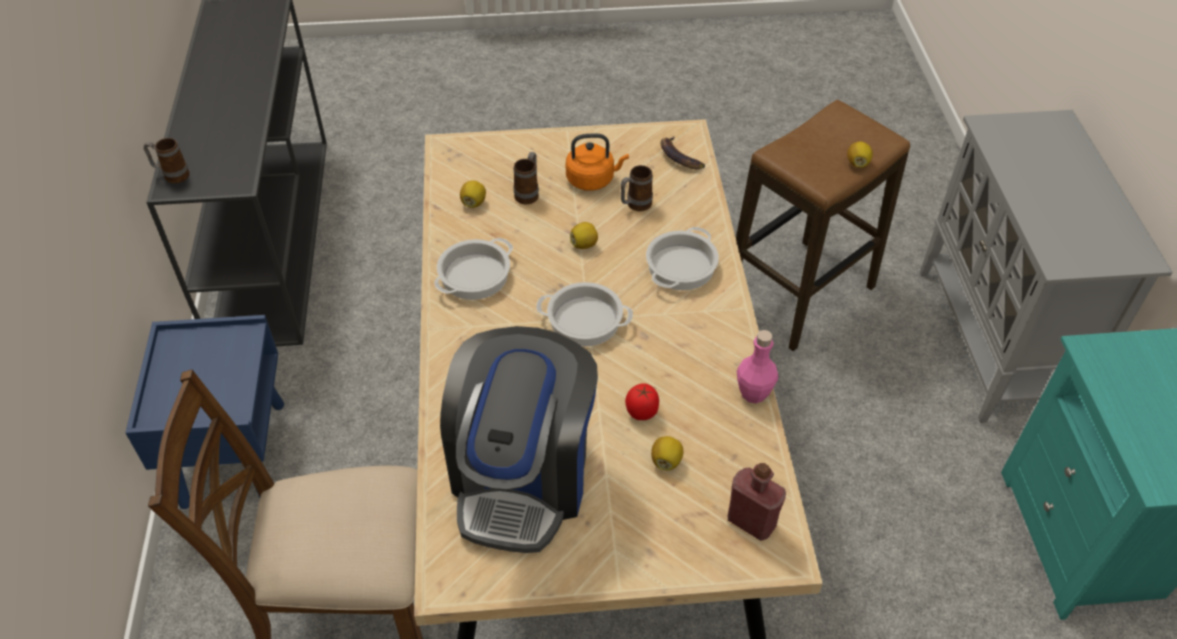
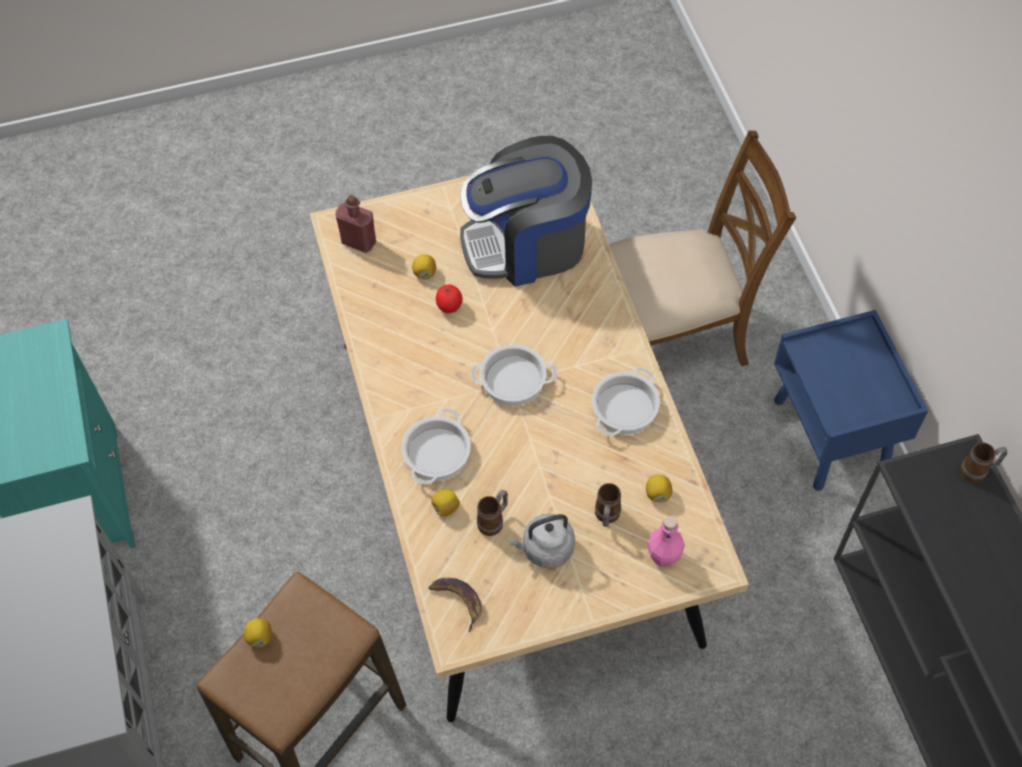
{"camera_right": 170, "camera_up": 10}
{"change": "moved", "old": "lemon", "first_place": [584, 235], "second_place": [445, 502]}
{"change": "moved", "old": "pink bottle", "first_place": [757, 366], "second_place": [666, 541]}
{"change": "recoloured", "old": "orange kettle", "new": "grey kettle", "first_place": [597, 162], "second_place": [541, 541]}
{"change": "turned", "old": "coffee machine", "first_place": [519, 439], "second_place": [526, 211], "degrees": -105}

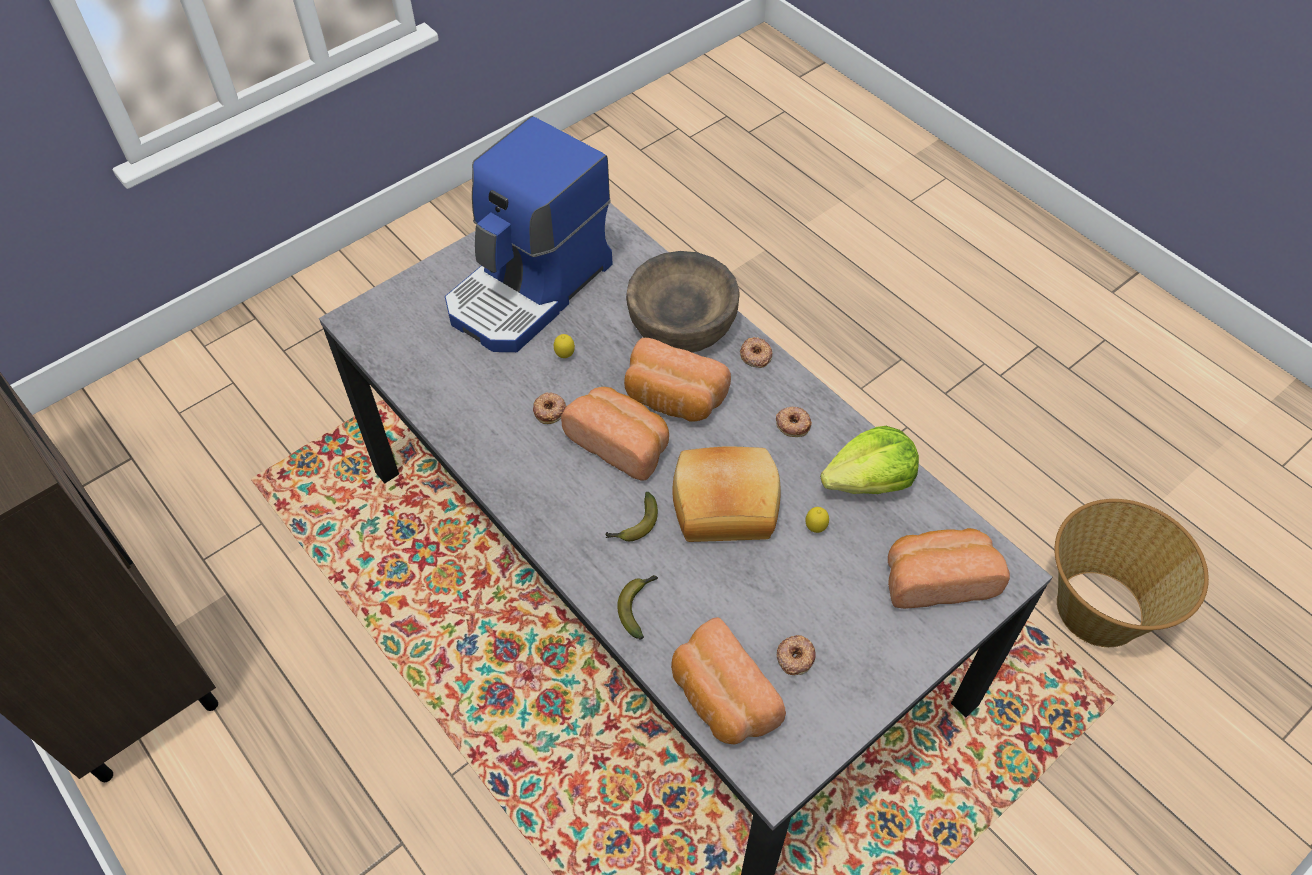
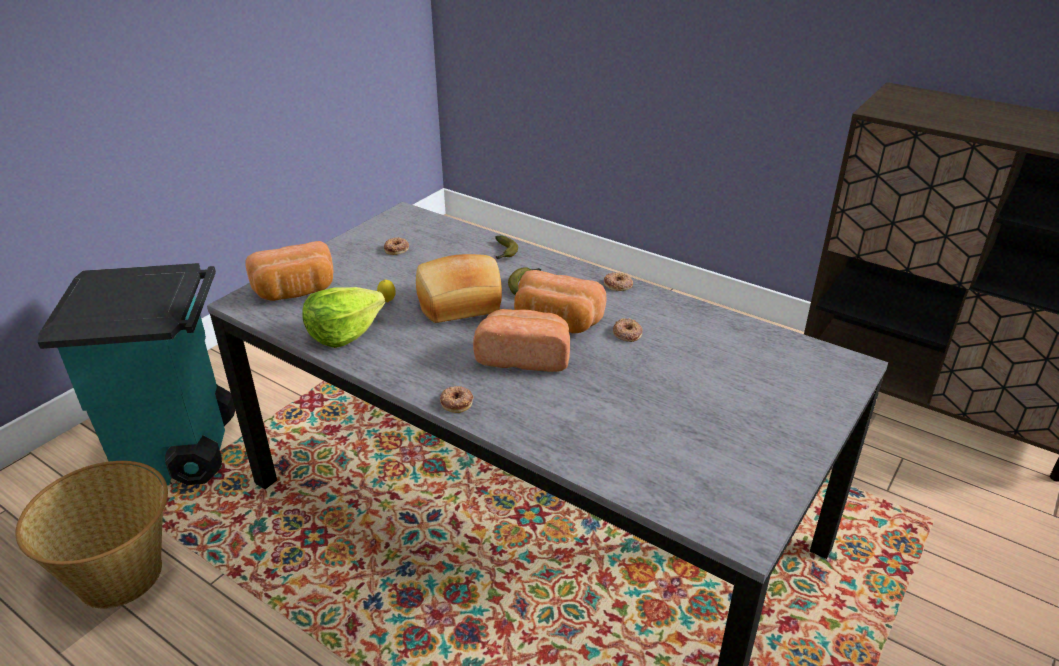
{"camera_right": 165, "camera_up": -20}
{"change": "removed", "old": "coffee machine", "first_place": [529, 234]}
{"change": "removed", "old": "lemon", "first_place": [564, 346]}
{"change": "removed", "old": "brown bowl", "first_place": [682, 301]}
{"change": "removed", "old": "bread", "first_place": [728, 681]}
{"change": "added", "new": "turquoise trash can", "second_place": [136, 374]}
{"change": "moved", "old": "donut", "first_place": [794, 422], "second_place": [618, 281]}

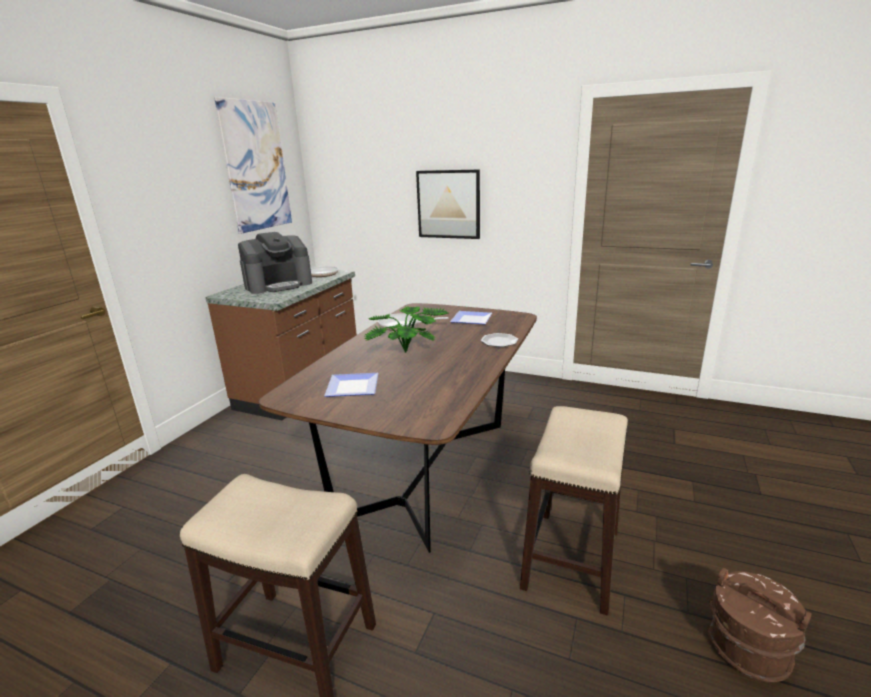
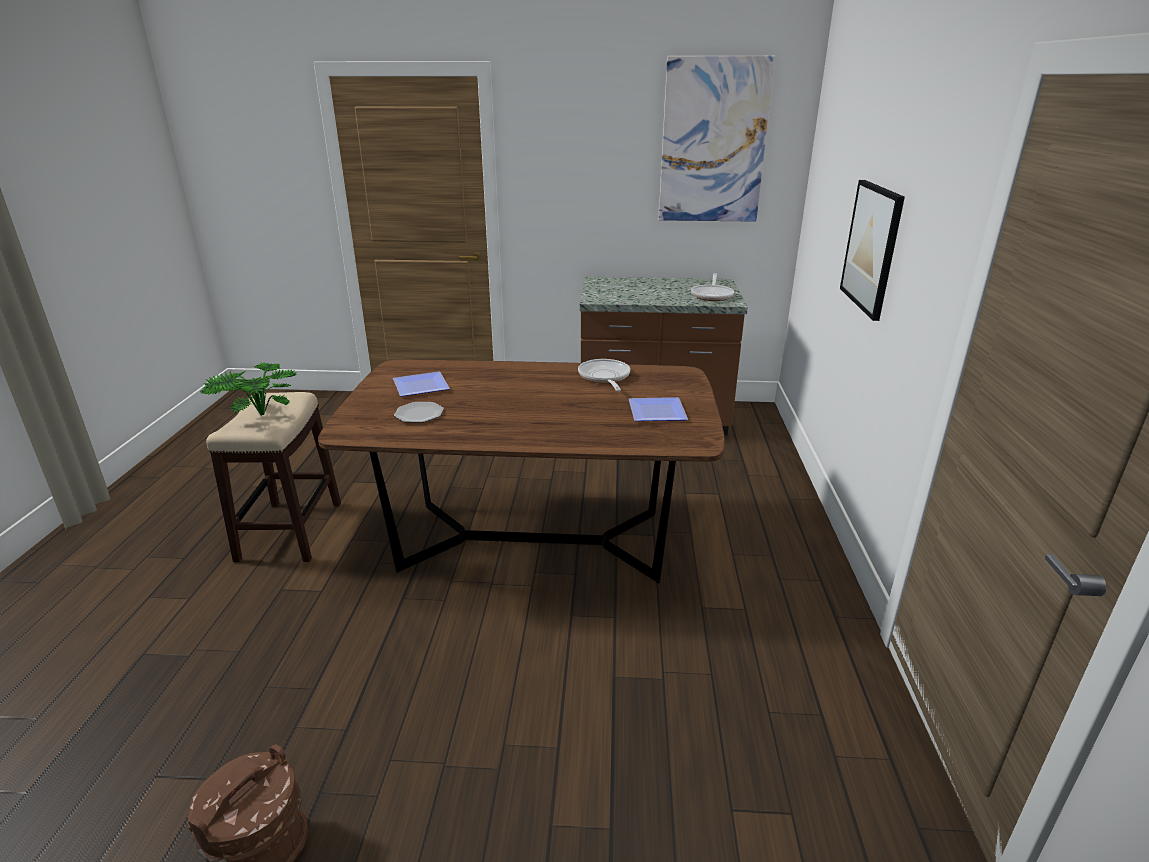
{"camera_right": 70, "camera_up": 5}
{"change": "removed", "old": "coffee machine", "first_place": [275, 263]}
{"change": "removed", "old": "stool", "first_place": [574, 510]}
{"change": "moved", "old": "potted plant", "first_place": [406, 329], "second_place": [249, 388]}
{"change": "moved", "old": "plate", "first_place": [499, 340], "second_place": [419, 412]}

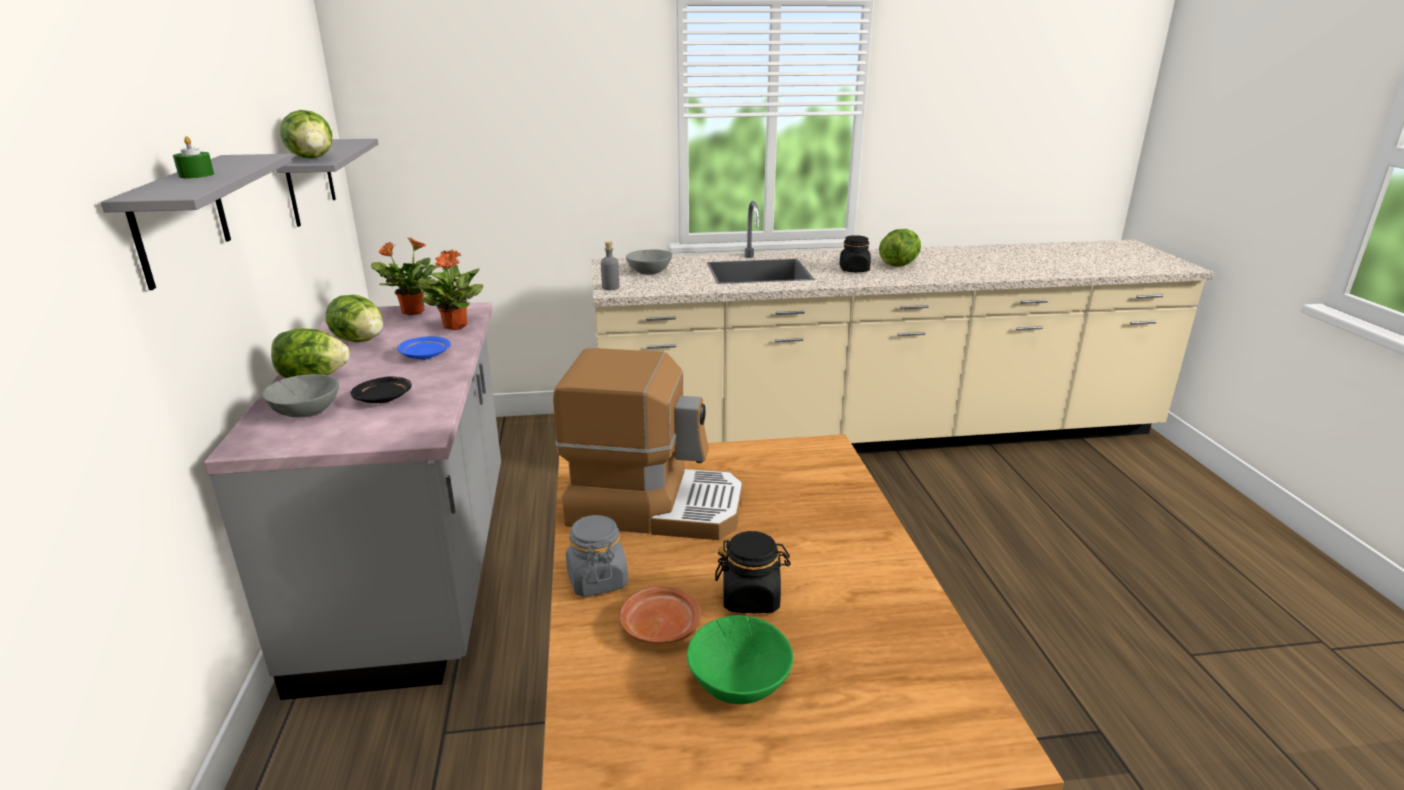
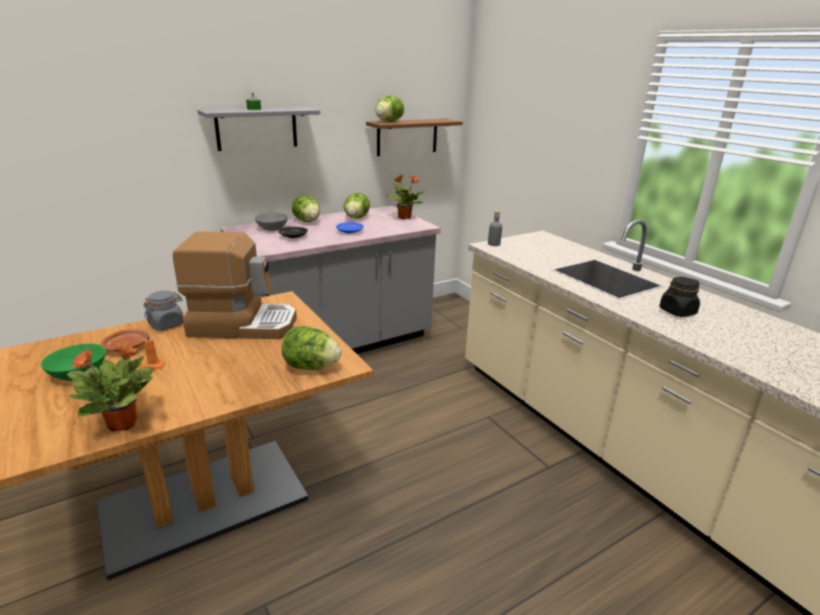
{"camera_right": 65, "camera_up": 0}
{"change": "removed", "old": "grey bowl", "first_place": [649, 262]}
{"change": "moved", "old": "potted plant", "first_place": [450, 289], "second_place": [110, 387]}
{"change": "moved", "old": "lettuce", "first_place": [900, 248], "second_place": [312, 348]}
{"change": "replaced", "old": "black jar", "new": "orange candle", "first_place": [753, 572], "second_place": [152, 351]}
{"change": "recoloured", "old": "grey shelf", "new": "brown shelf", "first_place": [327, 183], "second_place": [414, 137]}
{"change": "turned", "old": "coffee machine", "first_place": [648, 444], "second_place": [235, 285], "degrees": -75}

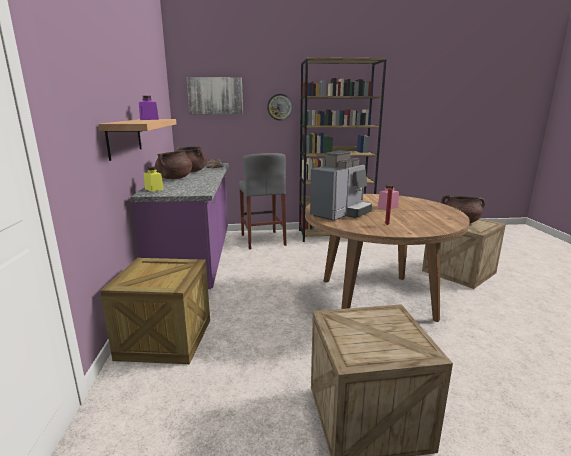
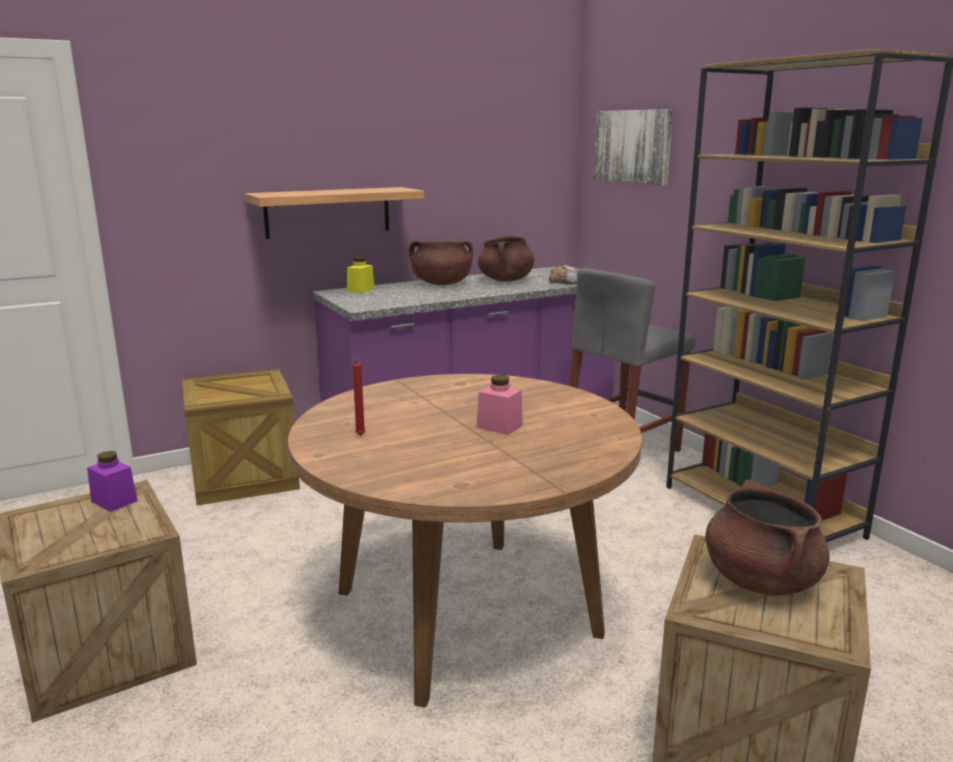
{"camera_right": 65, "camera_up": 0}
{"change": "removed", "old": "wall clock", "first_place": [280, 107]}
{"change": "removed", "old": "coffee machine", "first_place": [341, 186]}
{"change": "moved", "old": "purple jar", "first_place": [149, 108], "second_place": [112, 481]}

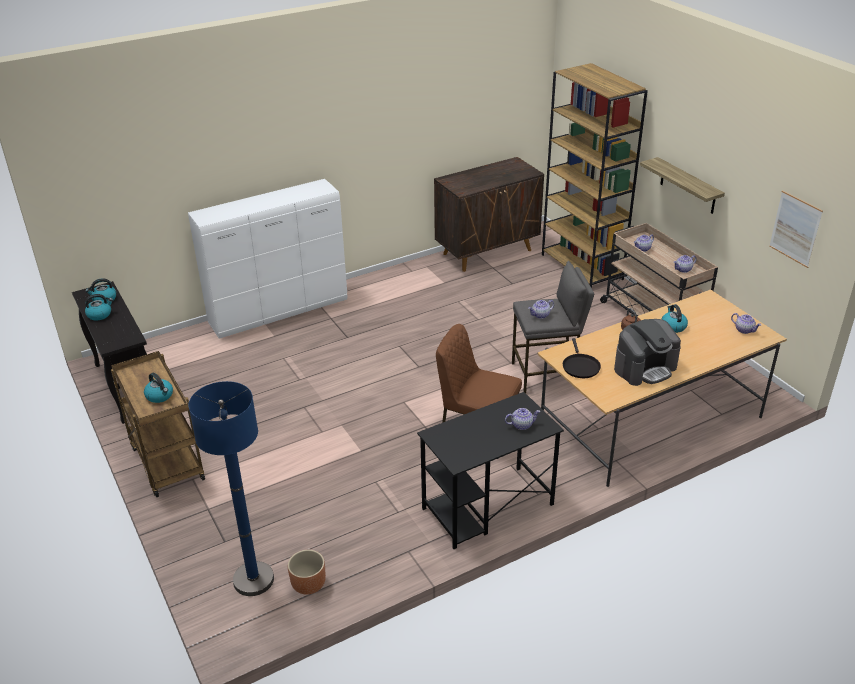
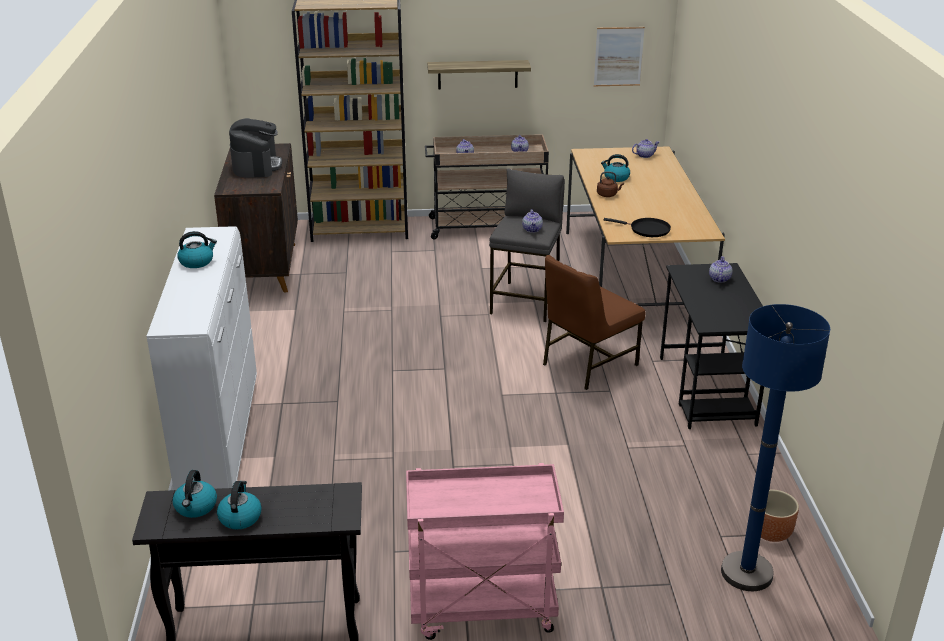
{"camera_right": -65, "camera_up": -5}
{"change": "moved", "old": "kettle", "first_place": [158, 388], "second_place": [197, 249]}
{"change": "moved", "old": "coffee machine", "first_place": [647, 352], "second_place": [255, 148]}
{"change": "recoloured", "old": "brown cart", "new": "pink cart", "first_place": [158, 424], "second_place": [485, 551]}

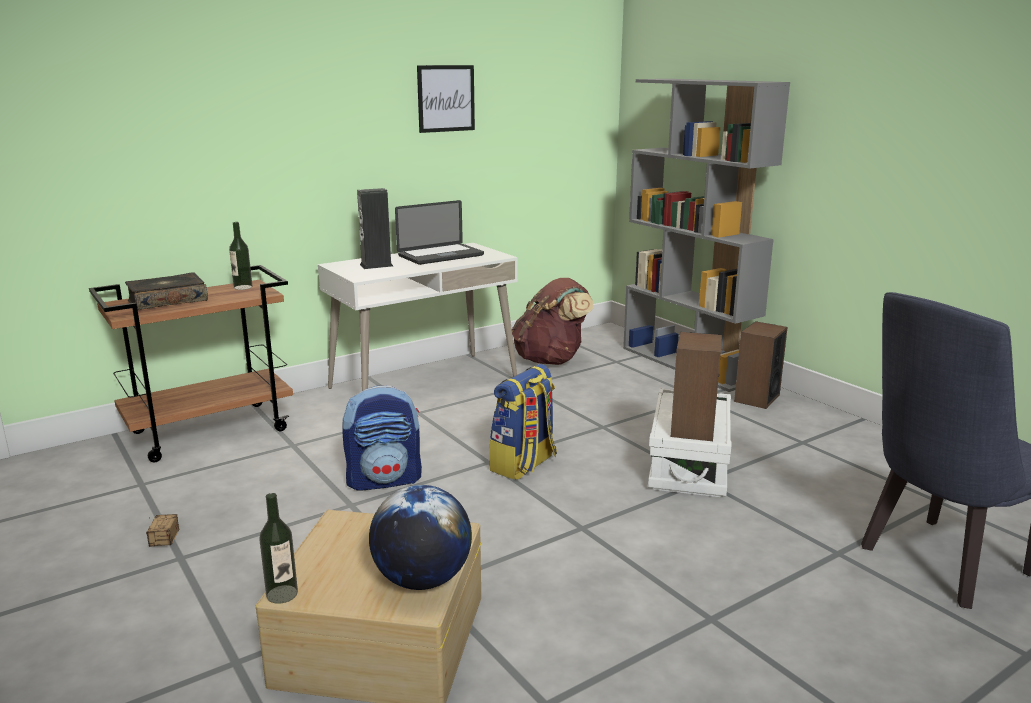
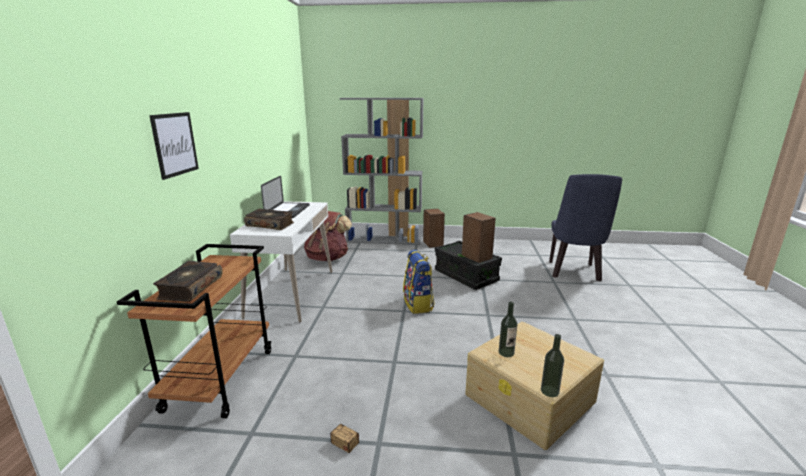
{"camera_right": -50, "camera_up": 0}
{"change": "removed", "old": "backpack", "first_place": [382, 438]}
{"change": "removed", "old": "globe", "first_place": [420, 537]}
{"change": "moved", "old": "bottle", "first_place": [240, 256], "second_place": [508, 329]}
{"change": "moved", "old": "picture", "first_place": [446, 99], "second_place": [174, 146]}
{"change": "replaced", "old": "speaker", "new": "book", "first_place": [375, 228], "second_place": [269, 219]}
{"change": "recoloured", "old": "white storage box", "new": "black storage box", "first_place": [689, 442], "second_place": [468, 265]}

